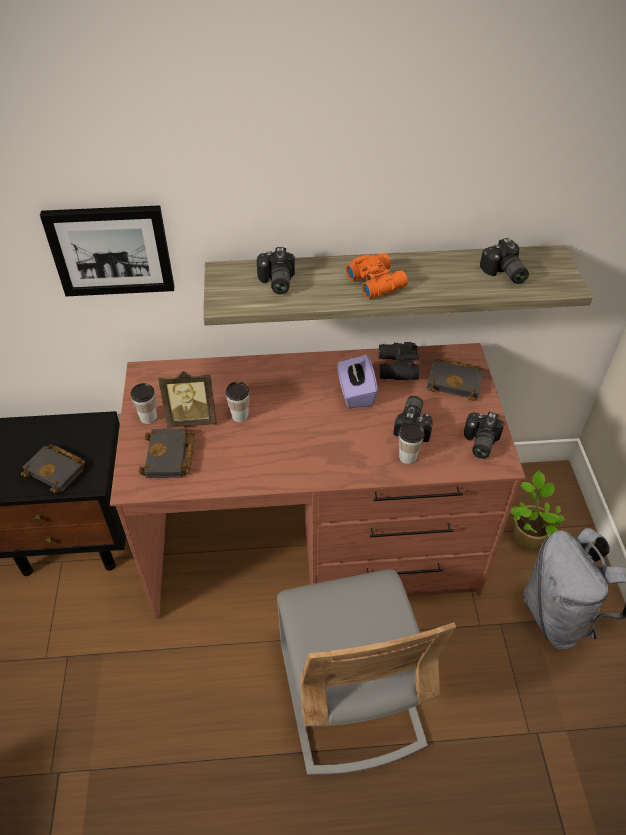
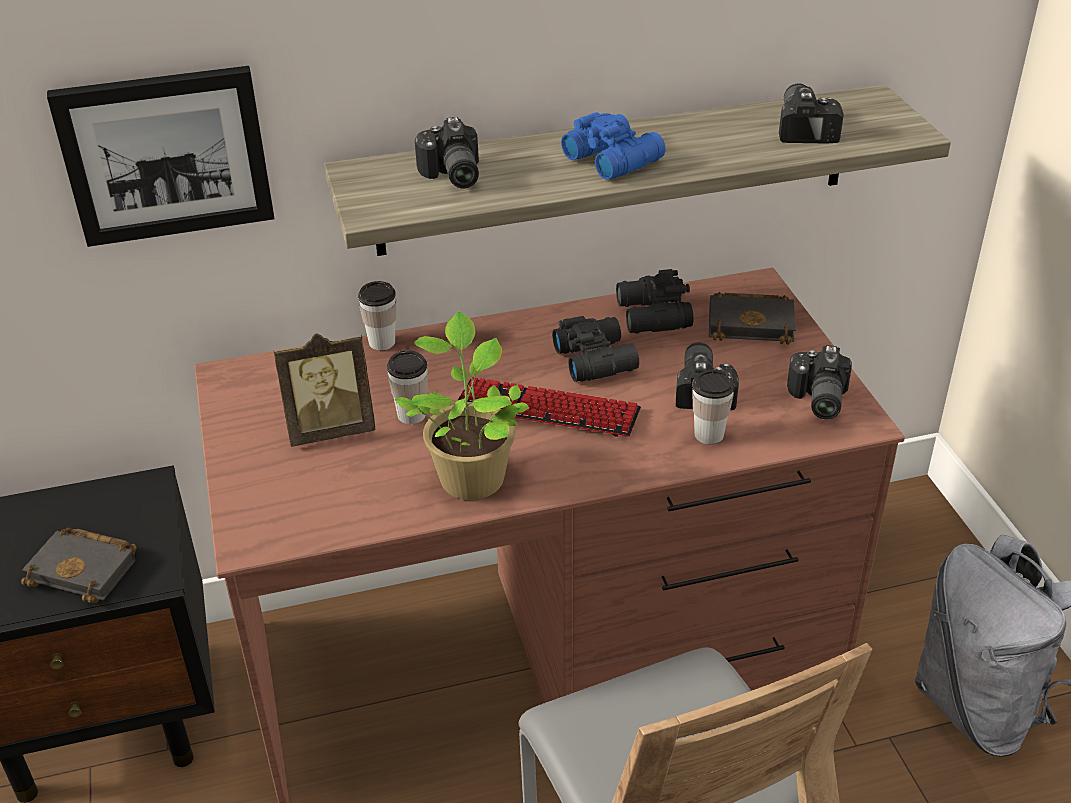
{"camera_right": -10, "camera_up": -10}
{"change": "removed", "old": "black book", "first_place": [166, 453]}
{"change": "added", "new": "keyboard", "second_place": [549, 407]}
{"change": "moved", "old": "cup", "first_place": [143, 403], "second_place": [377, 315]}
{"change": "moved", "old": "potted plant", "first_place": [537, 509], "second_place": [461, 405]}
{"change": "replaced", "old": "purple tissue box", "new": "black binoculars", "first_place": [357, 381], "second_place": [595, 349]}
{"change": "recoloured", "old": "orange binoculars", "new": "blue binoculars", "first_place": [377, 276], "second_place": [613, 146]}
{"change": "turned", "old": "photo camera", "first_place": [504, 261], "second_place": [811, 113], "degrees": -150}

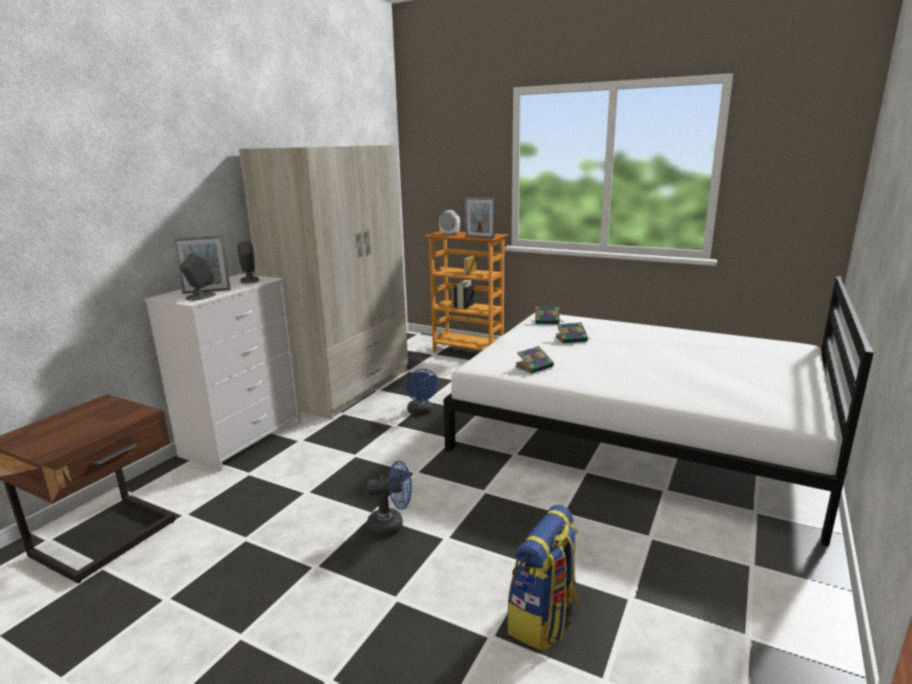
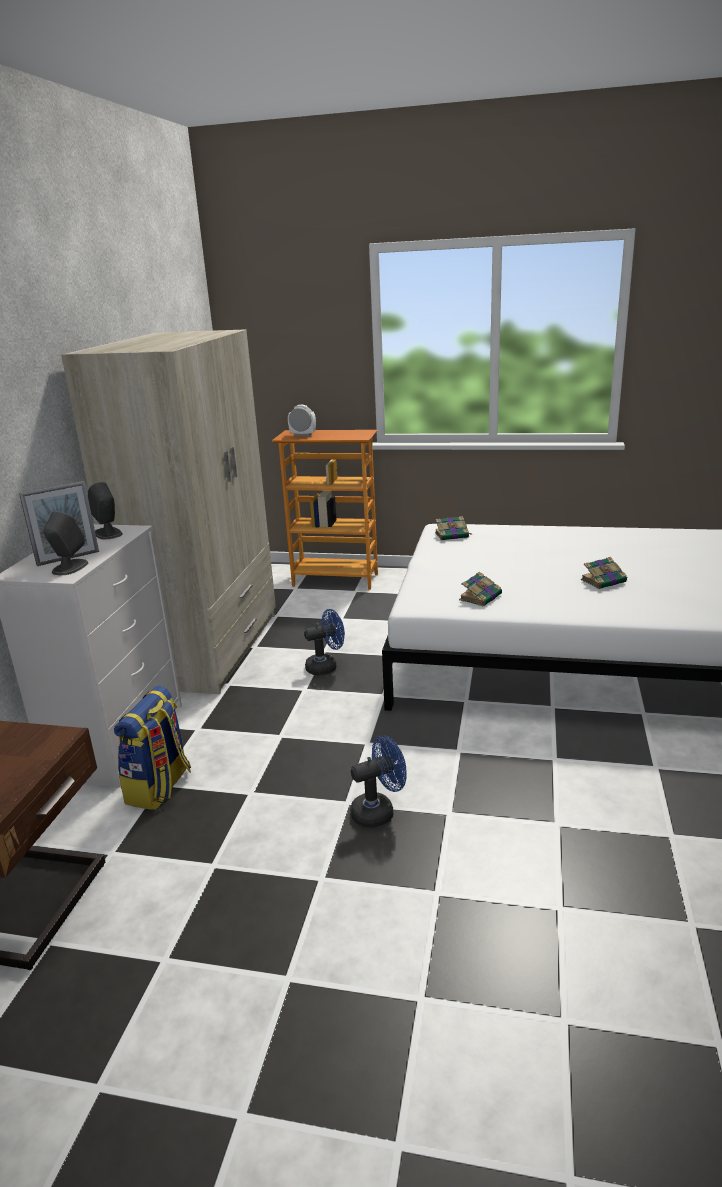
{"camera_right": -15, "camera_up": 5}
{"change": "removed", "old": "picture frame", "first_place": [480, 217]}
{"change": "moved", "old": "backpack", "first_place": [543, 578], "second_place": [152, 748]}
{"change": "moved", "old": "book", "first_place": [573, 333], "second_place": [604, 573]}
{"change": "turned", "old": "blue fan", "first_place": [422, 392], "second_place": [324, 642], "degrees": -75}

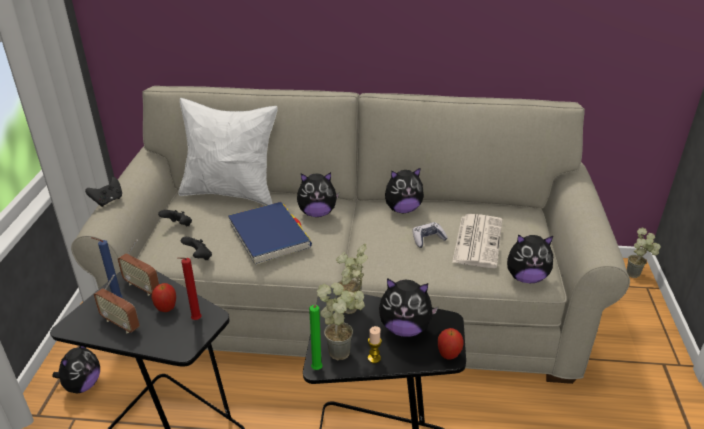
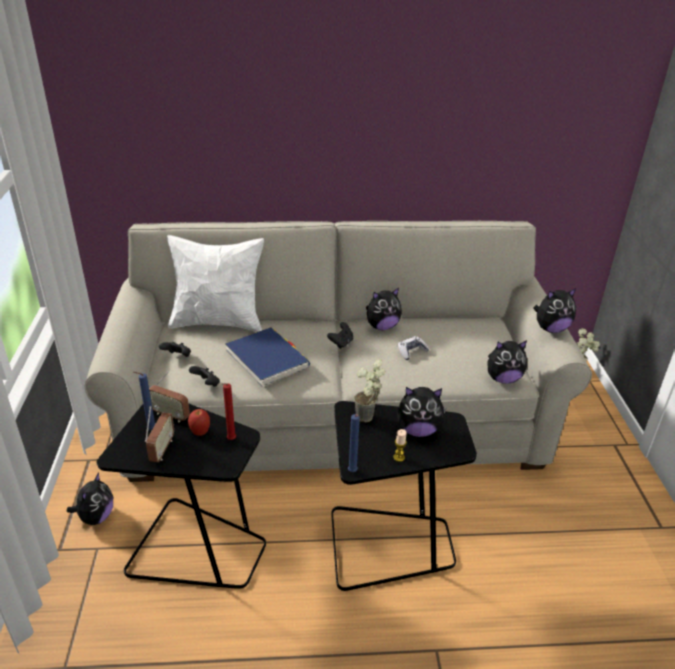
{"camera_right": -10, "camera_up": 0}
{"change": "removed", "old": "potted plant", "first_place": [341, 321]}
{"change": "removed", "old": "apple", "first_place": [451, 343]}
{"change": "removed", "old": "newspaper", "first_place": [477, 241]}
{"change": "moved", "old": "black game controller", "first_place": [103, 192], "second_place": [340, 335]}
{"change": "moved", "old": "plush toy", "first_place": [318, 194], "second_place": [554, 310]}
{"change": "recoloured", "old": "green candle", "new": "blue candle", "first_place": [316, 337], "second_place": [354, 443]}
{"change": "turned", "old": "radio", "first_place": [117, 304], "second_place": [159, 434], "degrees": -105}

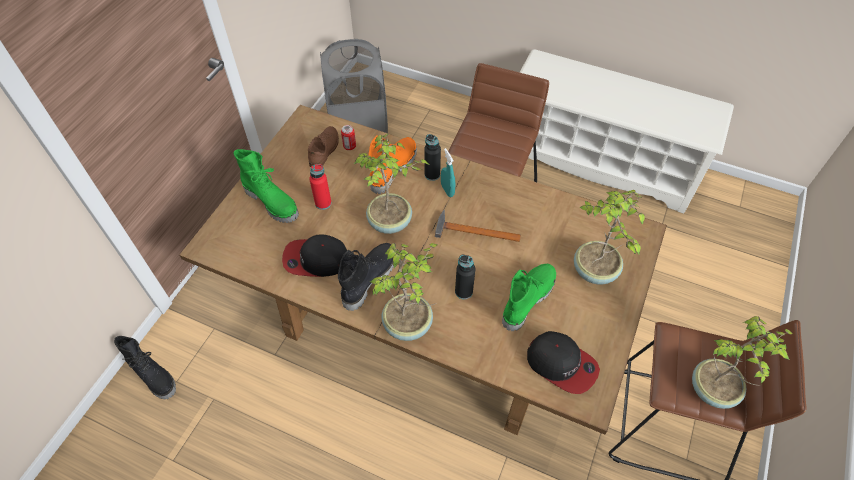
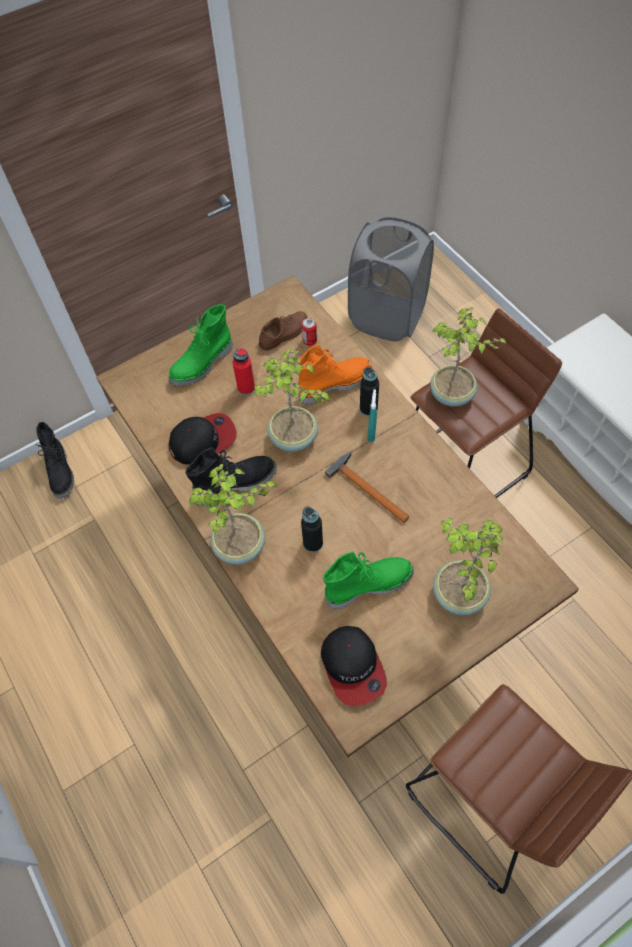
{"camera_right": 35, "camera_up": 5}
{"change": "moved", "old": "potted plant", "first_place": [742, 362], "second_place": [469, 357]}
{"change": "turned", "old": "green boot", "first_place": [266, 186], "second_place": [201, 345], "degrees": 60}
{"change": "turned", "old": "cap", "first_place": [314, 255], "second_place": [203, 439], "degrees": 120}

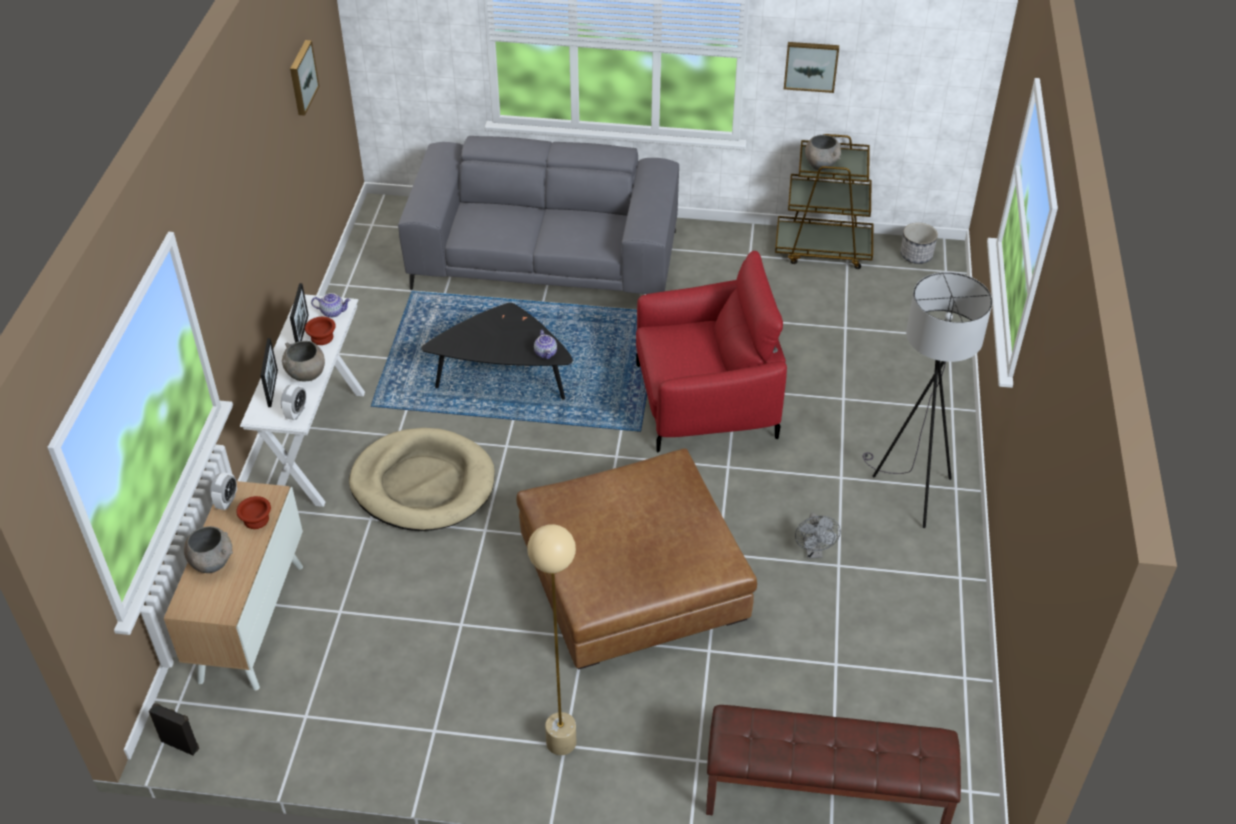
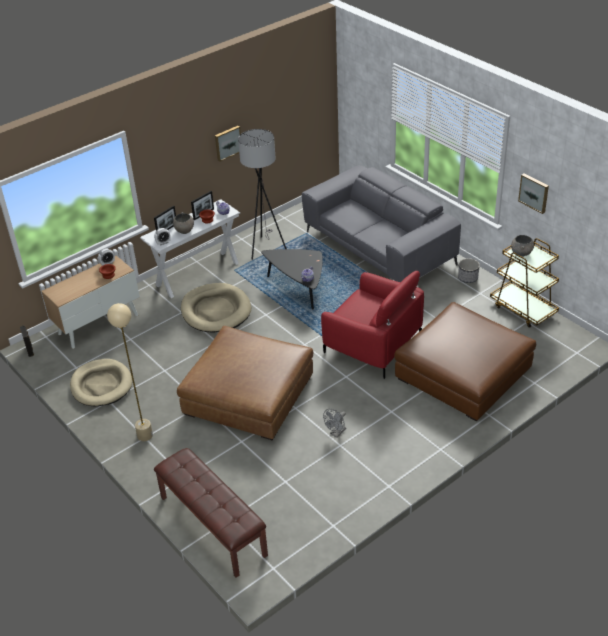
{"camera_right": 45, "camera_up": -5}
{"change": "removed", "old": "grey bowl", "first_place": [208, 549]}
{"change": "added", "new": "beige dog bed", "second_place": [101, 382]}
{"change": "added", "new": "brown ottoman", "second_place": [465, 362]}
{"change": "moved", "old": "picture", "first_place": [305, 78], "second_place": [228, 144]}
{"change": "moved", "old": "grey floor lamp", "first_place": [927, 400], "second_place": [262, 194]}
{"change": "moved", "old": "planter", "first_place": [919, 243], "second_place": [469, 270]}

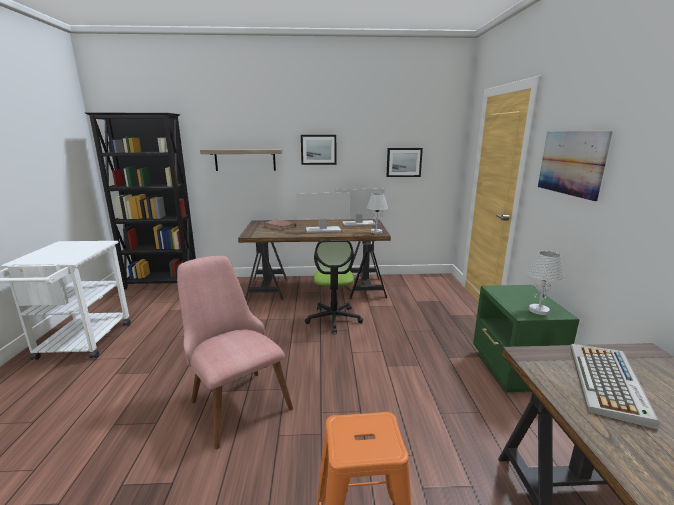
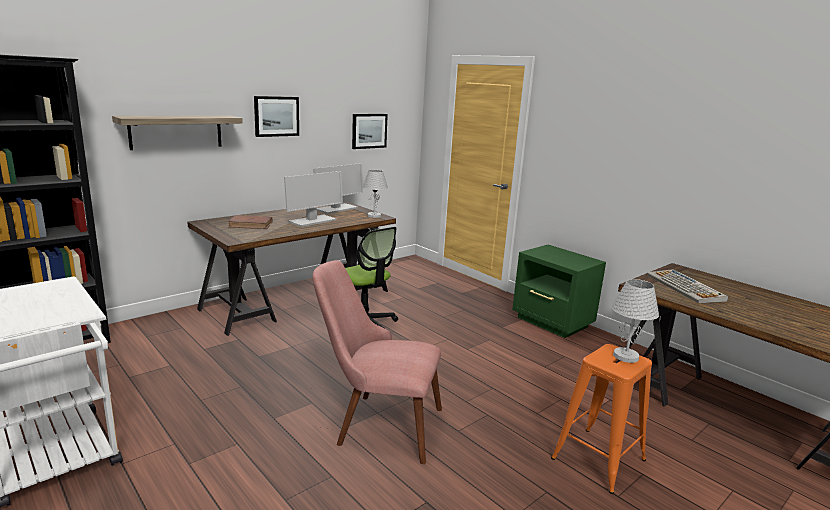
{"camera_right": -40, "camera_up": 0}
{"change": "removed", "old": "picture", "first_place": [575, 166]}
{"change": "moved", "old": "white table lamp", "first_place": [546, 283], "second_place": [635, 321]}

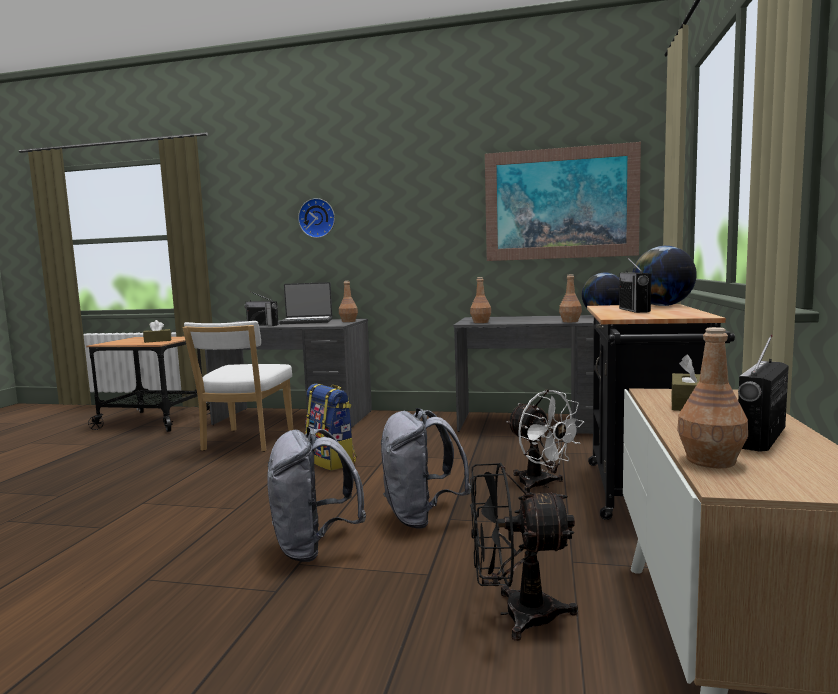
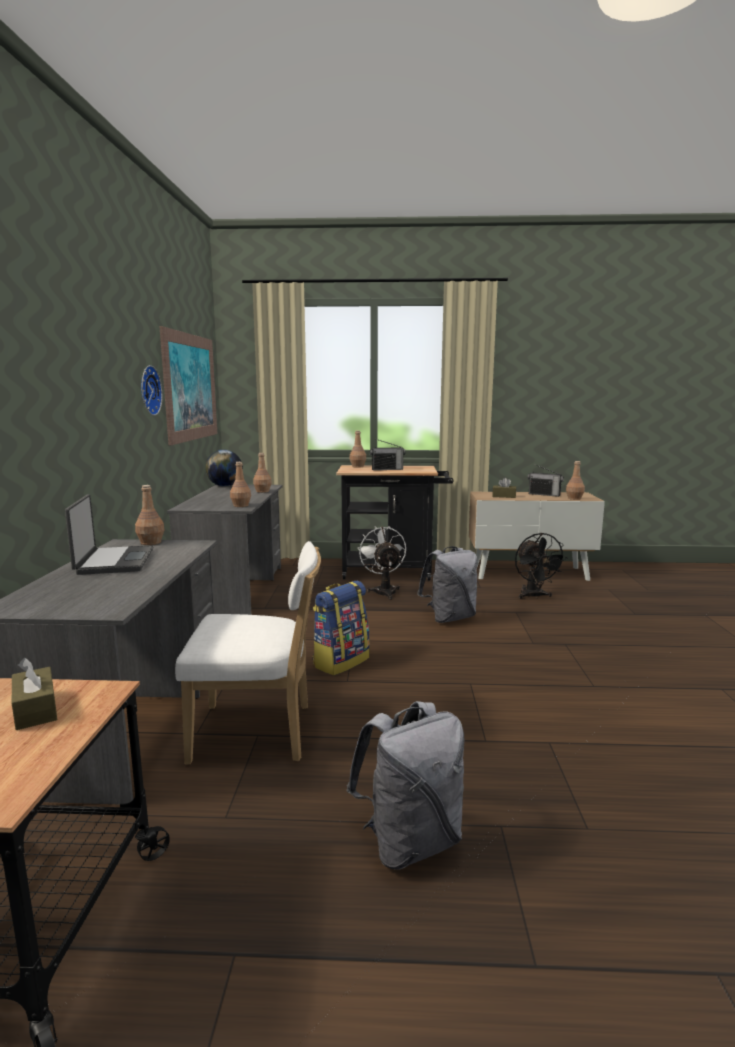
{"camera_right": -100, "camera_up": 5}
{"change": "removed", "old": "radio", "first_place": [261, 308]}
{"change": "moved", "old": "grey backpack", "first_place": [316, 494], "second_place": [406, 785]}
{"change": "moved", "old": "wall clock", "first_place": [316, 218], "second_place": [152, 390]}
{"change": "replaced", "old": "globe", "new": "brown bottle", "first_place": [664, 276], "second_place": [358, 449]}
{"change": "turned", "old": "white fan", "first_place": [545, 441], "second_place": [382, 563], "degrees": -60}

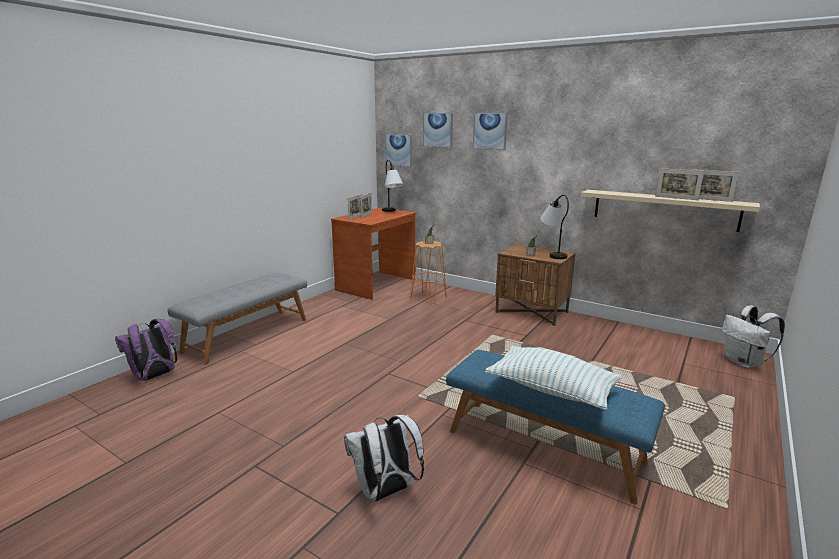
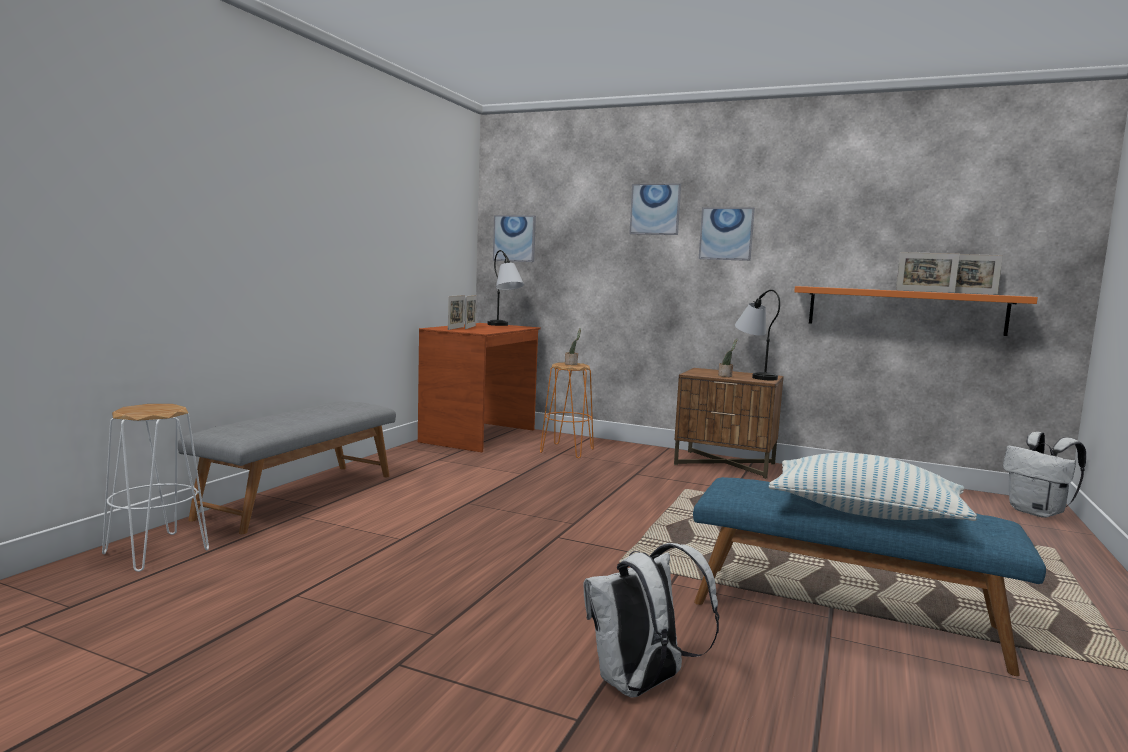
{"camera_right": -10, "camera_up": -10}
{"change": "moved", "old": "picture", "first_place": [438, 130], "second_place": [727, 234]}
{"change": "replaced", "old": "purple backpack", "new": "white stool", "first_place": [146, 350], "second_place": [155, 488]}
{"change": "recoloured", "old": "beige shelf", "new": "orange shelf", "first_place": [670, 211], "second_place": [916, 311]}

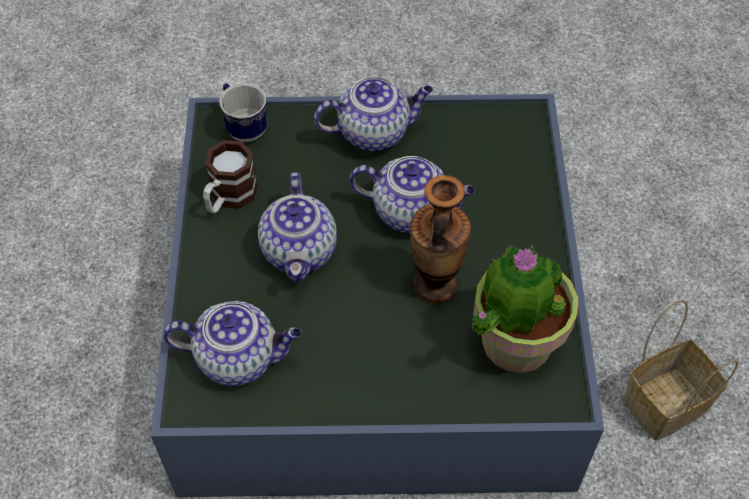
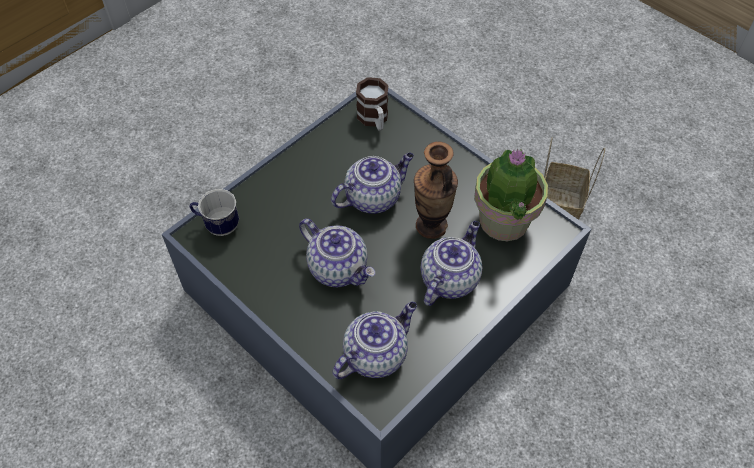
{"camera_right": -45, "camera_up": 0}
{"change": "moved", "old": "mug", "first_place": [230, 177], "second_place": [372, 103]}
{"change": "moved", "old": "teapot", "first_place": [373, 114], "second_place": [452, 263]}

